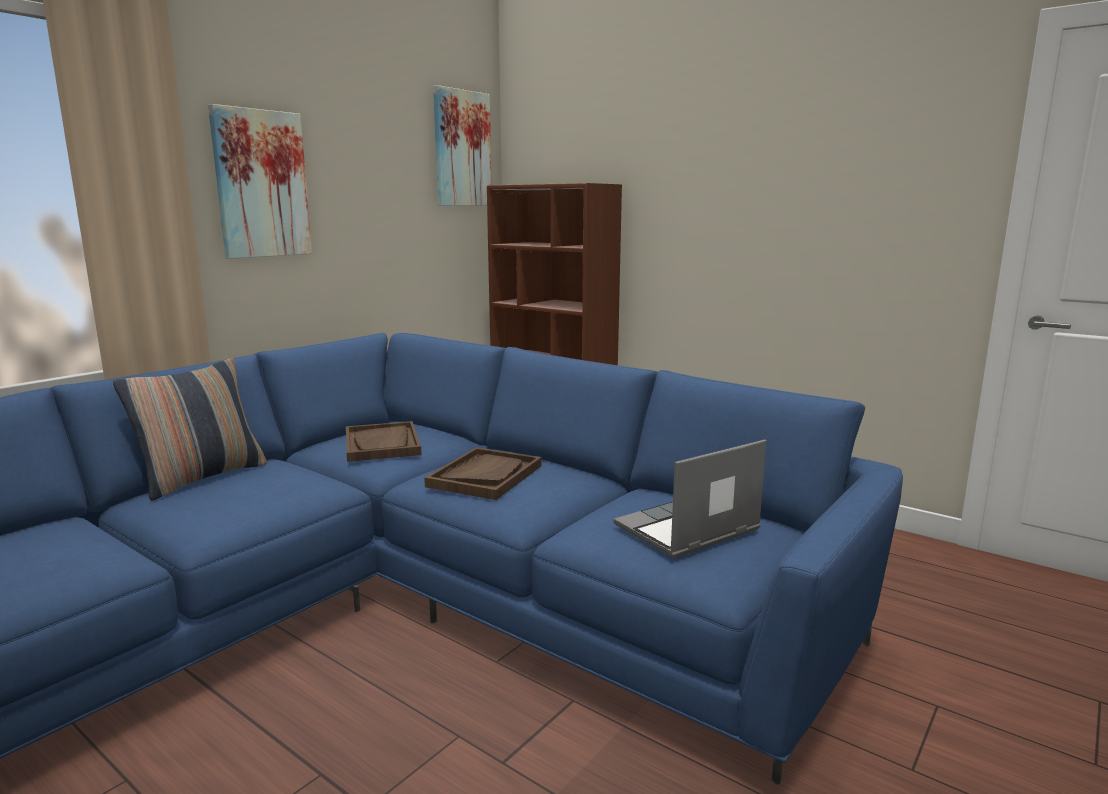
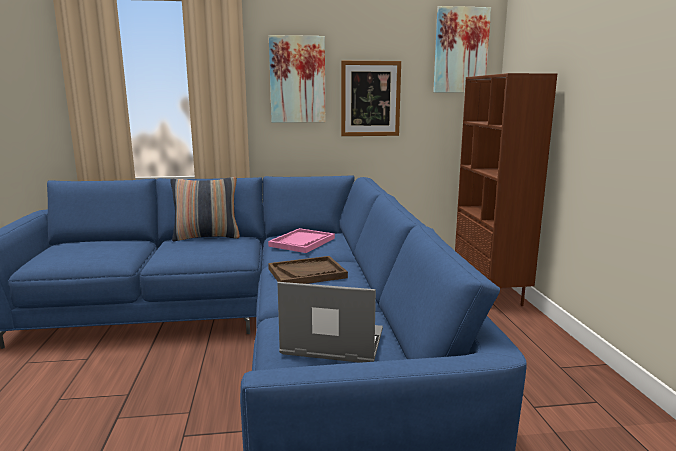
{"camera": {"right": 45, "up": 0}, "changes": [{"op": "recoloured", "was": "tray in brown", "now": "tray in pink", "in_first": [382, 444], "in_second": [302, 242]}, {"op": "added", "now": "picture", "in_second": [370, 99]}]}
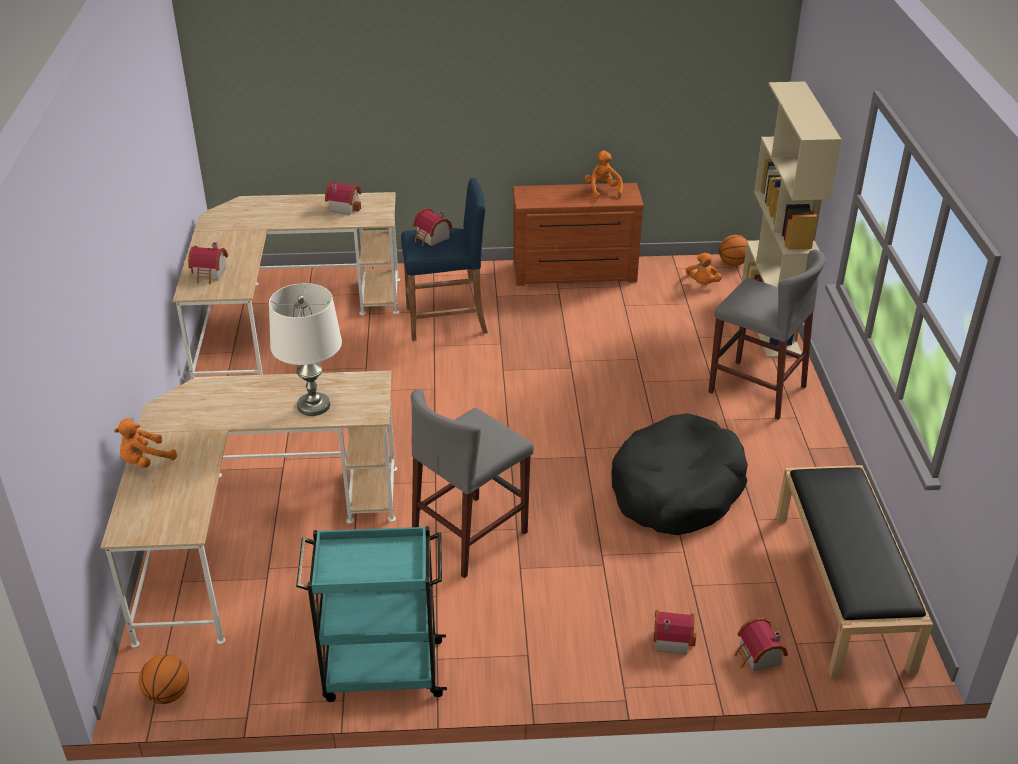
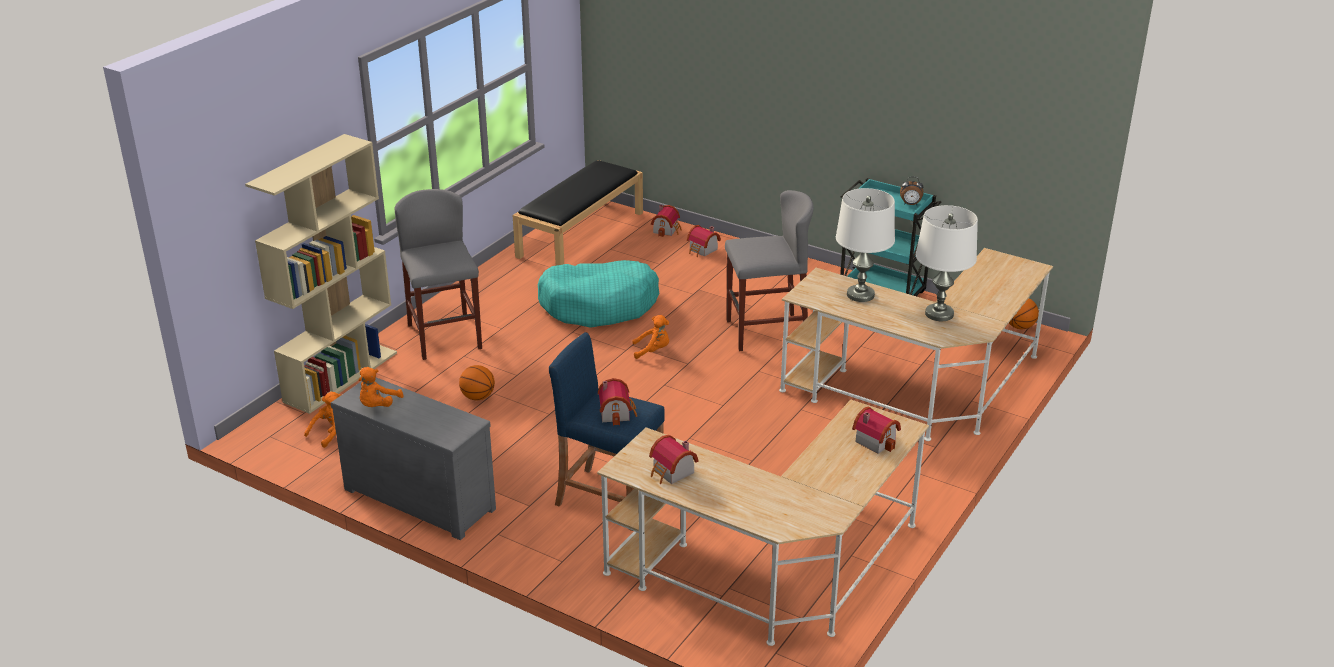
{"camera": {"right": -145, "up": -5}, "changes": [{"op": "recoloured", "was": "dresser in brown", "now": "dresser in grey", "in_first": [575, 273], "in_second": [422, 497]}, {"op": "moved", "was": "basketball", "in_first": [732, 263], "in_second": [478, 397]}, {"op": "recoloured", "was": "dog bed in black", "now": "dog bed in turquoise", "in_first": [676, 490], "in_second": [599, 305]}, {"op": "moved", "was": "plush toy in orange", "in_first": [145, 461], "in_second": [653, 351]}, {"op": "added", "now": "alarm clock", "in_second": [910, 204]}, {"op": "added", "now": "table lamp in white", "in_second": [939, 314]}]}
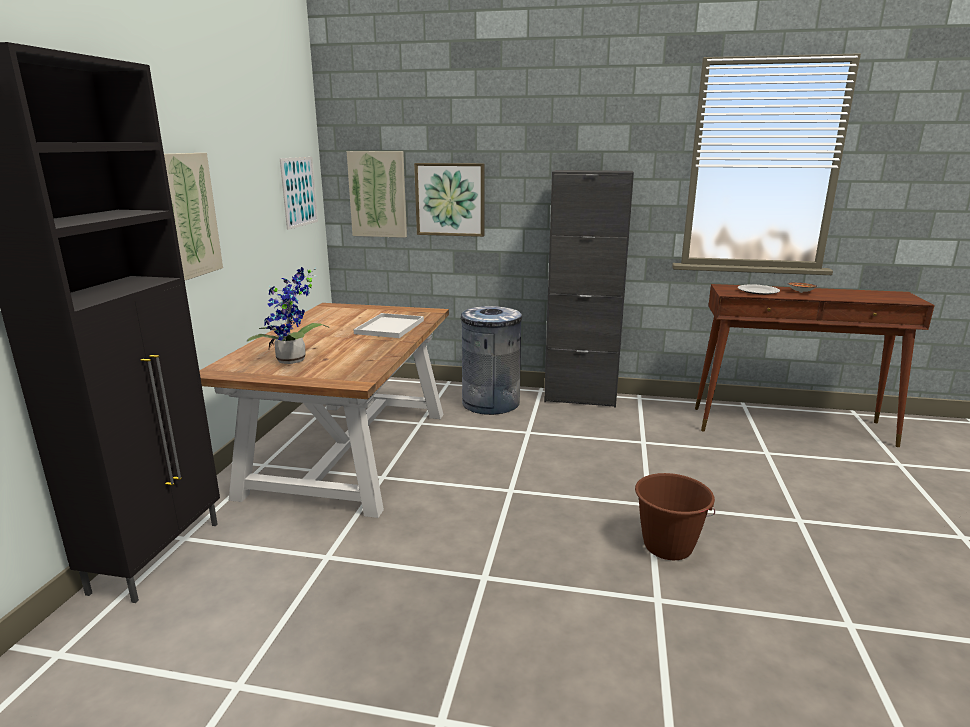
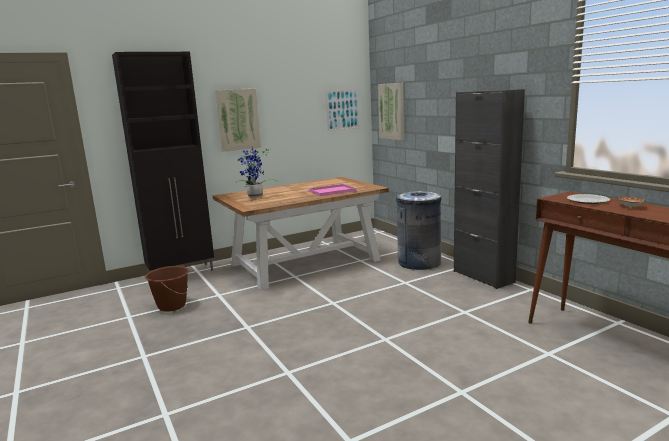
{"camera": {"right": 50, "up": -5}, "changes": [{"op": "removed", "was": "picture", "in_first": [450, 199]}, {"op": "recoloured", "was": "tray in white", "now": "tray in pink", "in_first": [389, 326], "in_second": [332, 191]}, {"op": "moved", "was": "bucket in brown", "in_first": [667, 546], "in_second": [171, 306]}]}
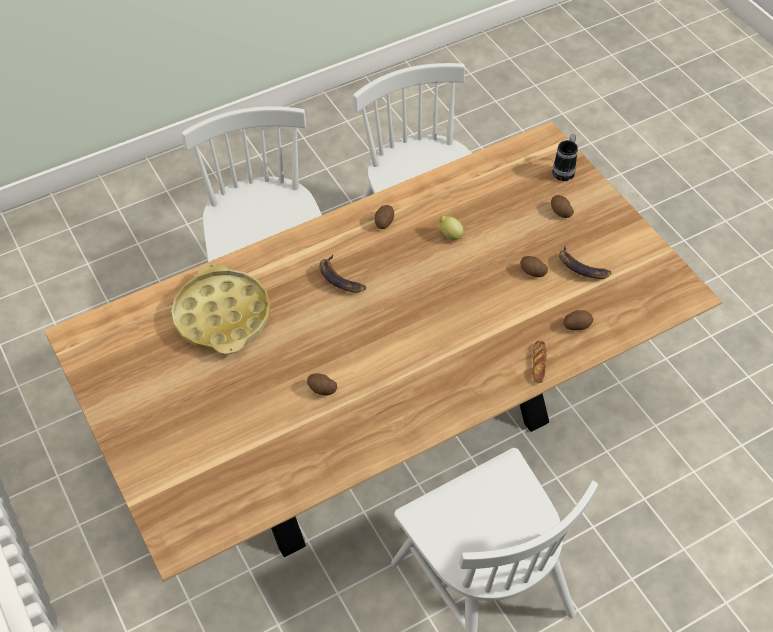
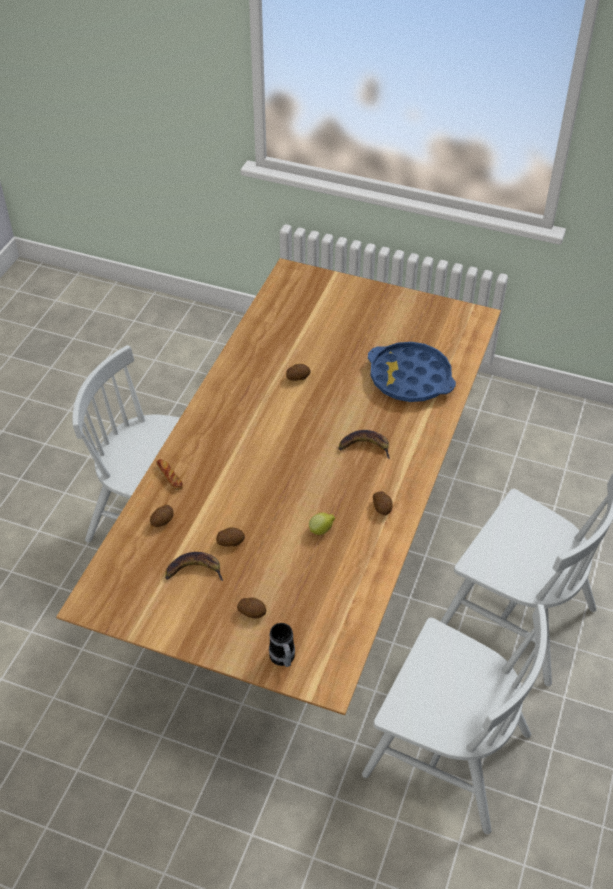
{"camera": {"right": 140, "up": -5}, "changes": [{"op": "recoloured", "was": "tray in yellow", "now": "tray in blue", "in_first": [222, 316], "in_second": [410, 378]}]}
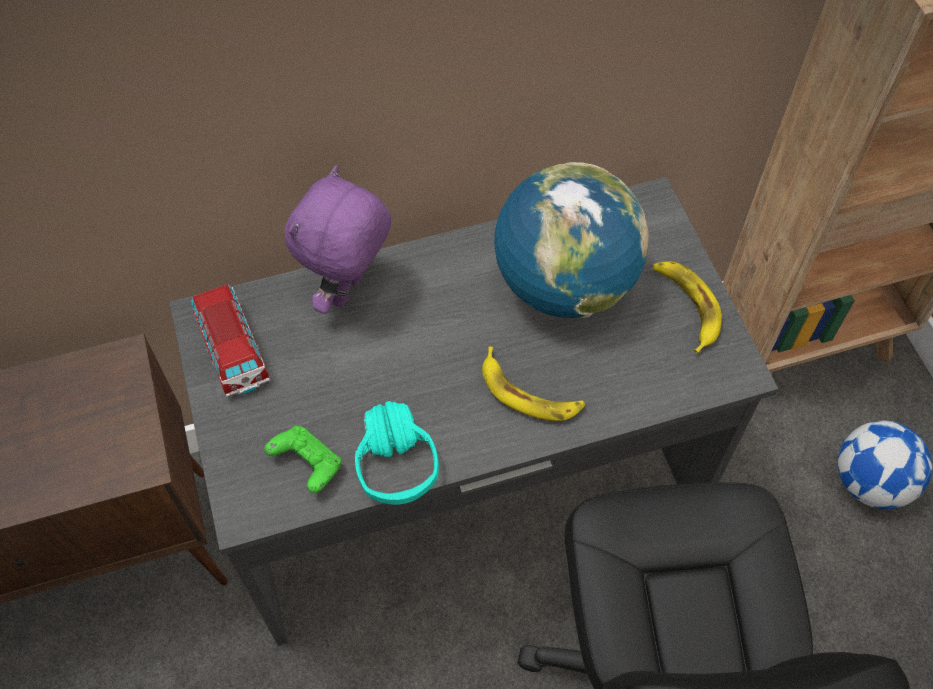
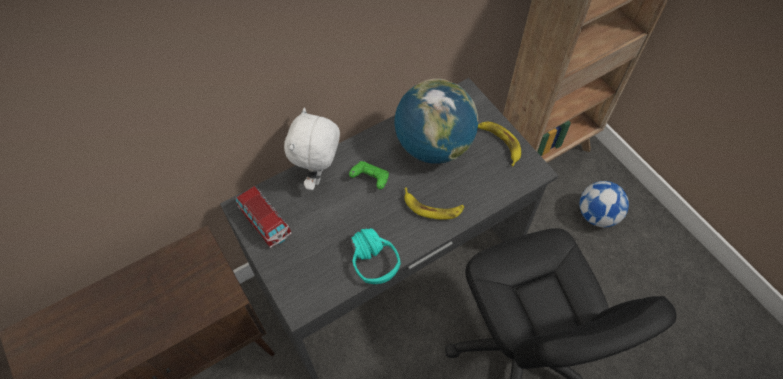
{"camera": {"right": -15, "up": 0}, "changes": [{"op": "recoloured", "was": "plush toy in purple", "now": "plush toy in white", "in_first": [349, 292], "in_second": [319, 175]}, {"op": "moved", "was": "game controller in green", "in_first": [307, 464], "in_second": [370, 179]}]}
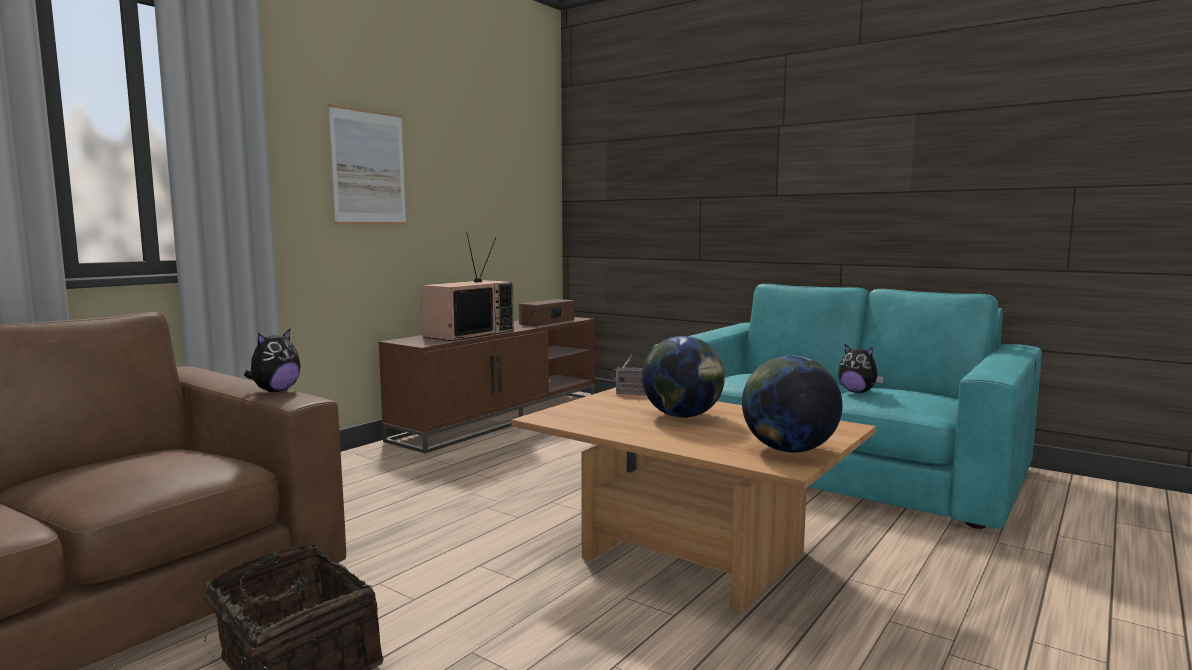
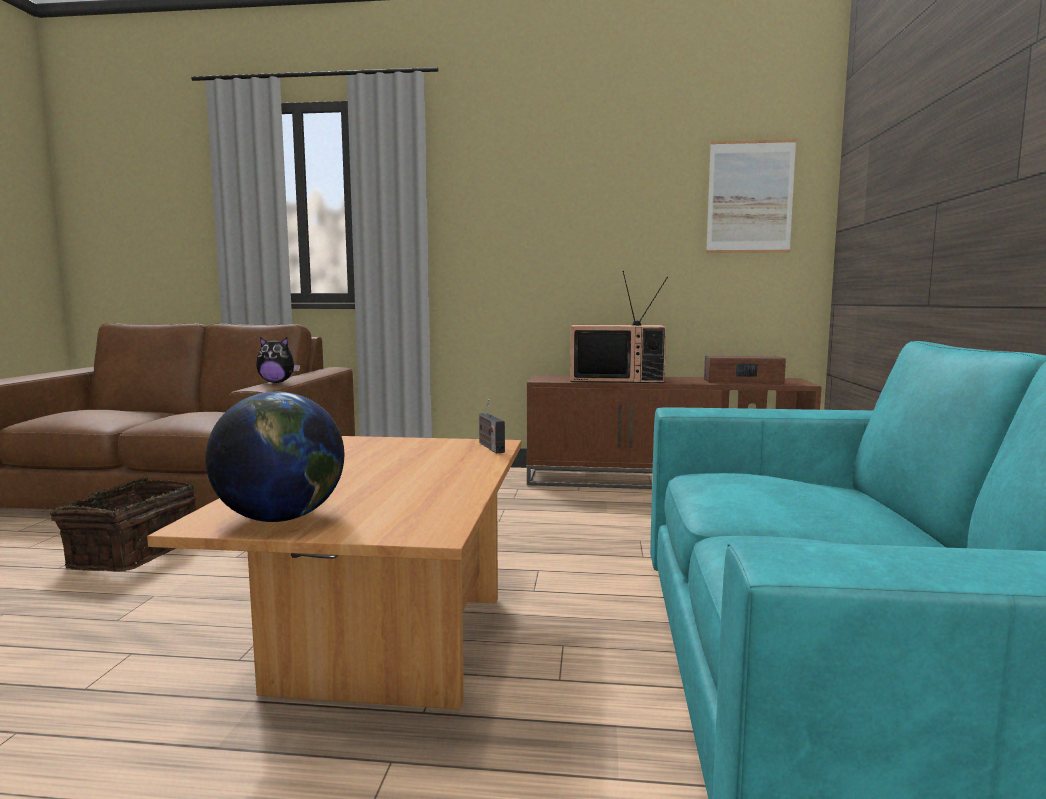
{"camera": {"right": 60, "up": 0}, "changes": [{"op": "moved", "was": "picture", "in_first": [368, 167], "in_second": [750, 197]}, {"op": "removed", "was": "globe", "in_first": [683, 416]}, {"op": "removed", "was": "plush toy", "in_first": [857, 392]}]}
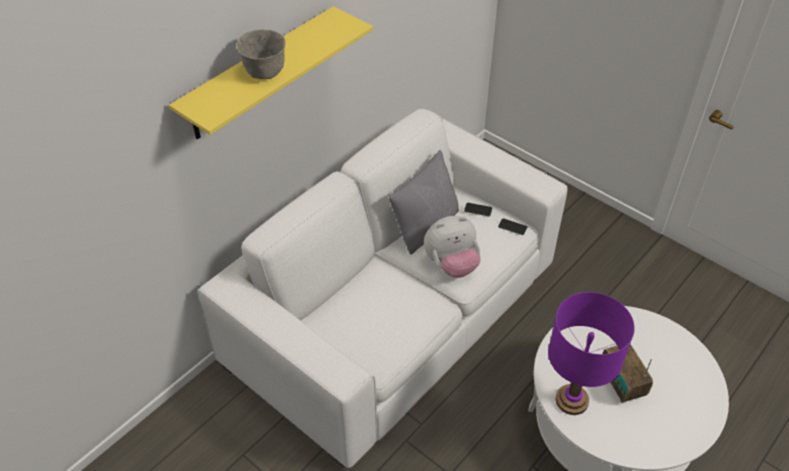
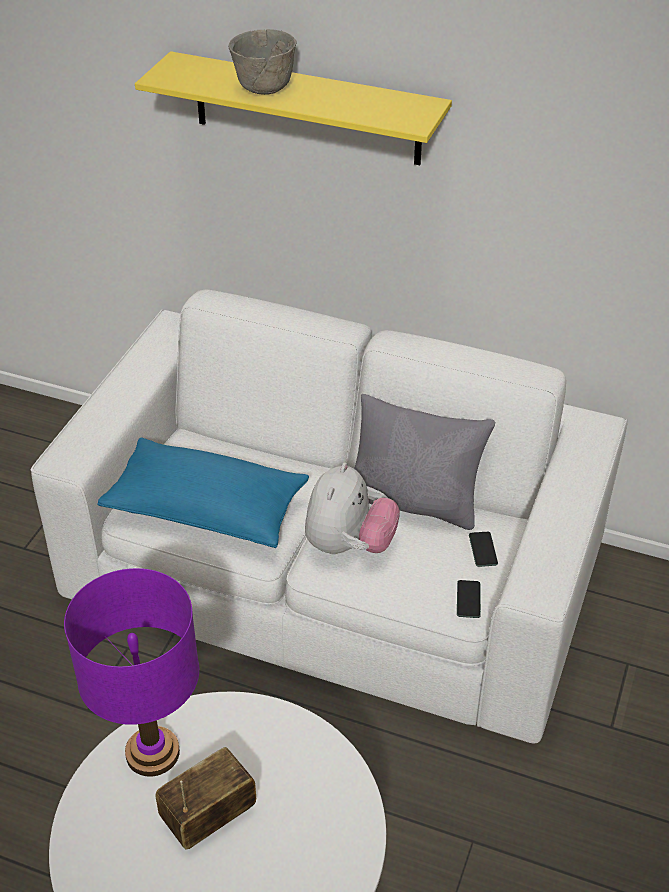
{"camera": {"right": 70, "up": -5}, "changes": [{"op": "turned", "was": "plush toy", "in_first": [451, 265], "in_second": [349, 545], "clockwise": -120}, {"op": "added", "now": "pillow in blue", "in_second": [206, 510]}]}
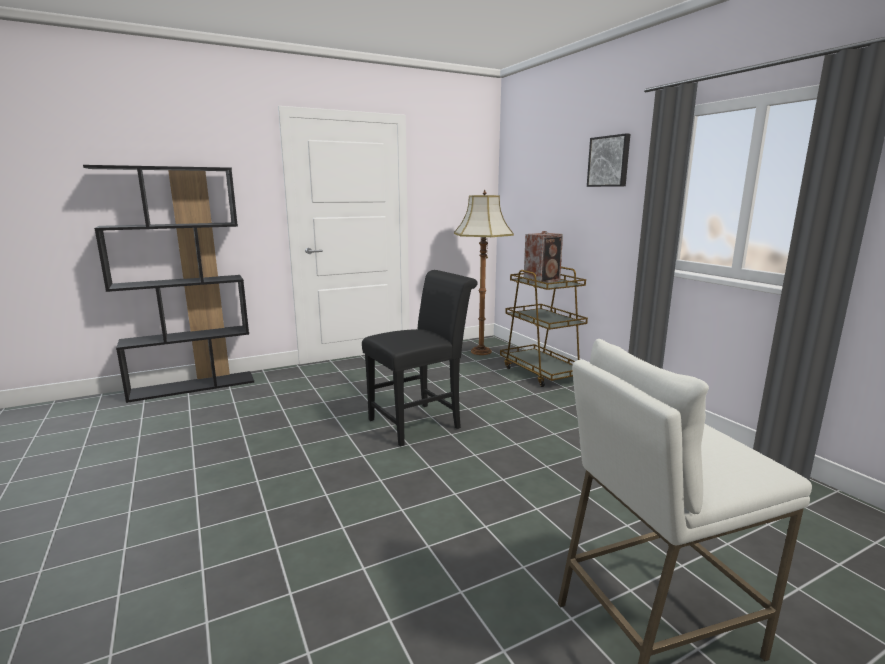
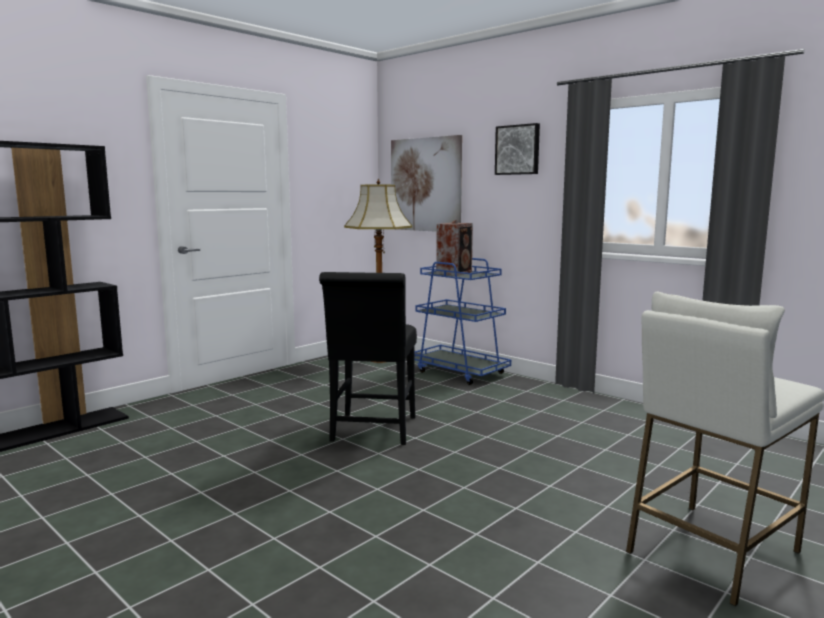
{"camera": {"right": -20, "up": -5}, "changes": [{"op": "recoloured", "was": "cart in brown", "now": "cart in blue", "in_first": [541, 372], "in_second": [459, 372]}, {"op": "turned", "was": "chair in black", "in_first": [420, 422], "in_second": [372, 431], "clockwise": 150}, {"op": "added", "now": "picture", "in_second": [425, 184]}]}
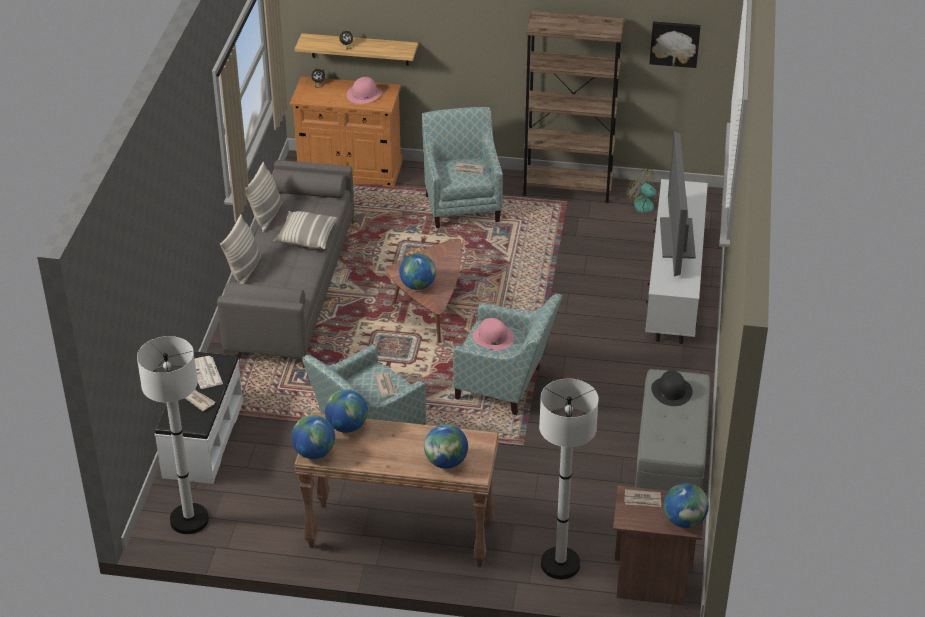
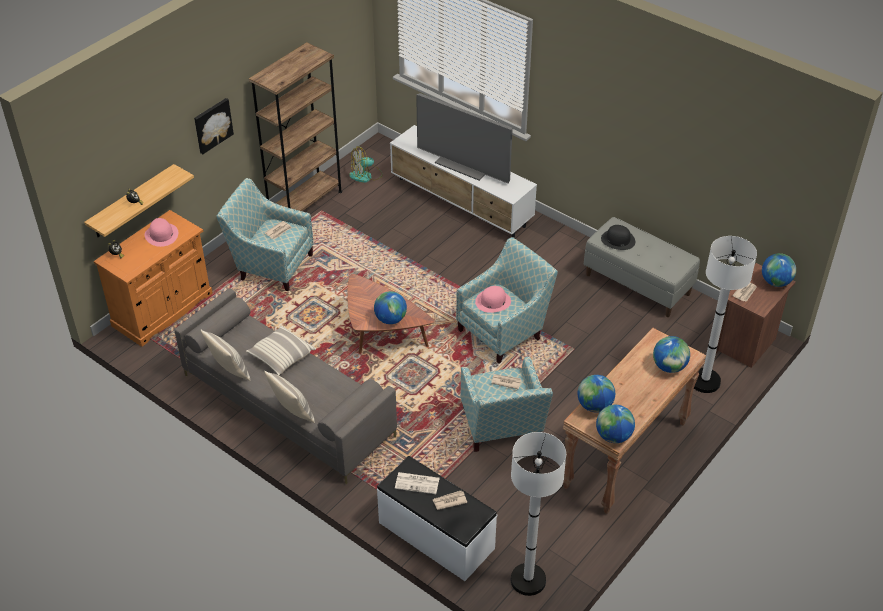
{"camera": {"right": -60, "up": 5}, "changes": [{"op": "moved", "was": "picture", "in_first": [674, 43], "in_second": [212, 125]}]}
